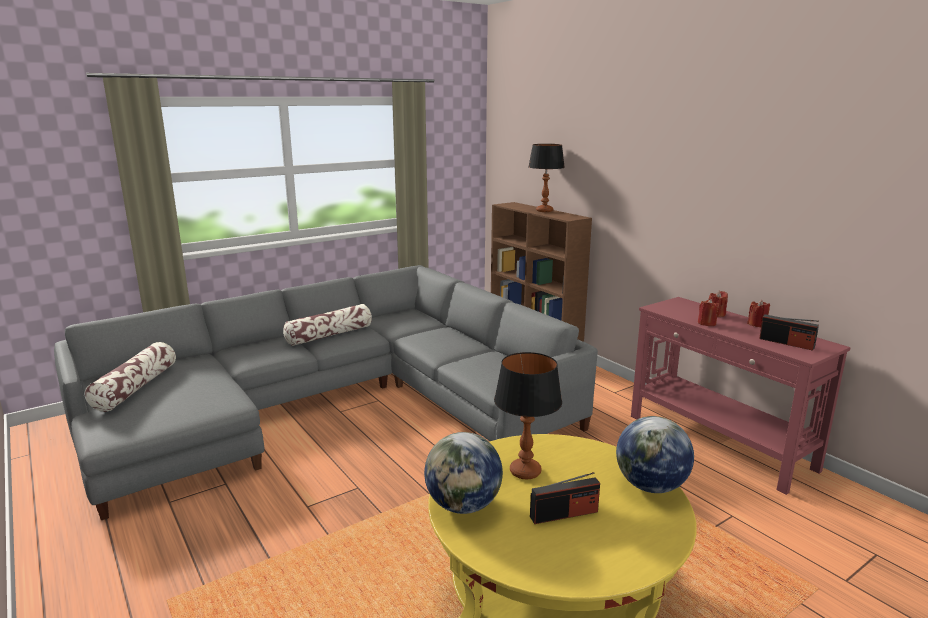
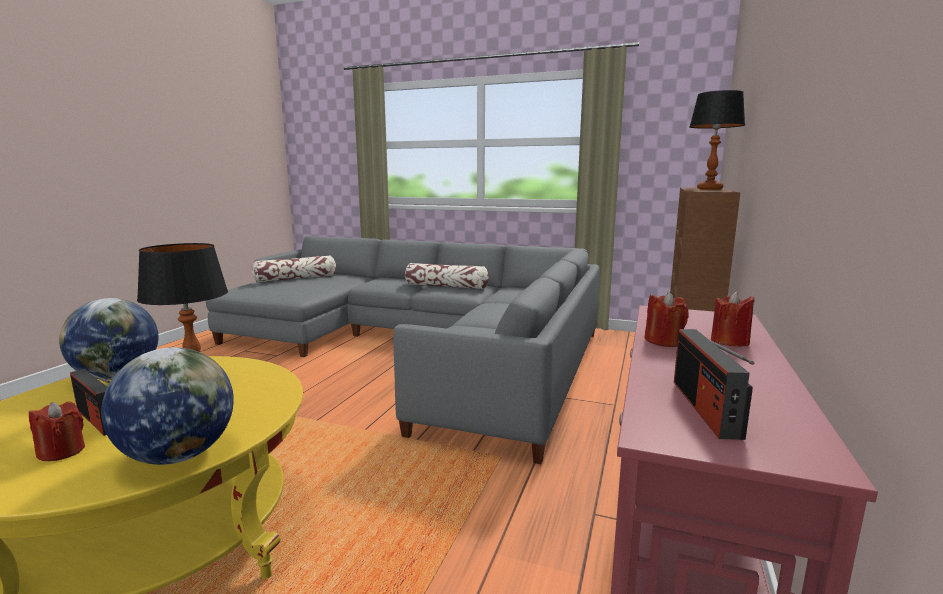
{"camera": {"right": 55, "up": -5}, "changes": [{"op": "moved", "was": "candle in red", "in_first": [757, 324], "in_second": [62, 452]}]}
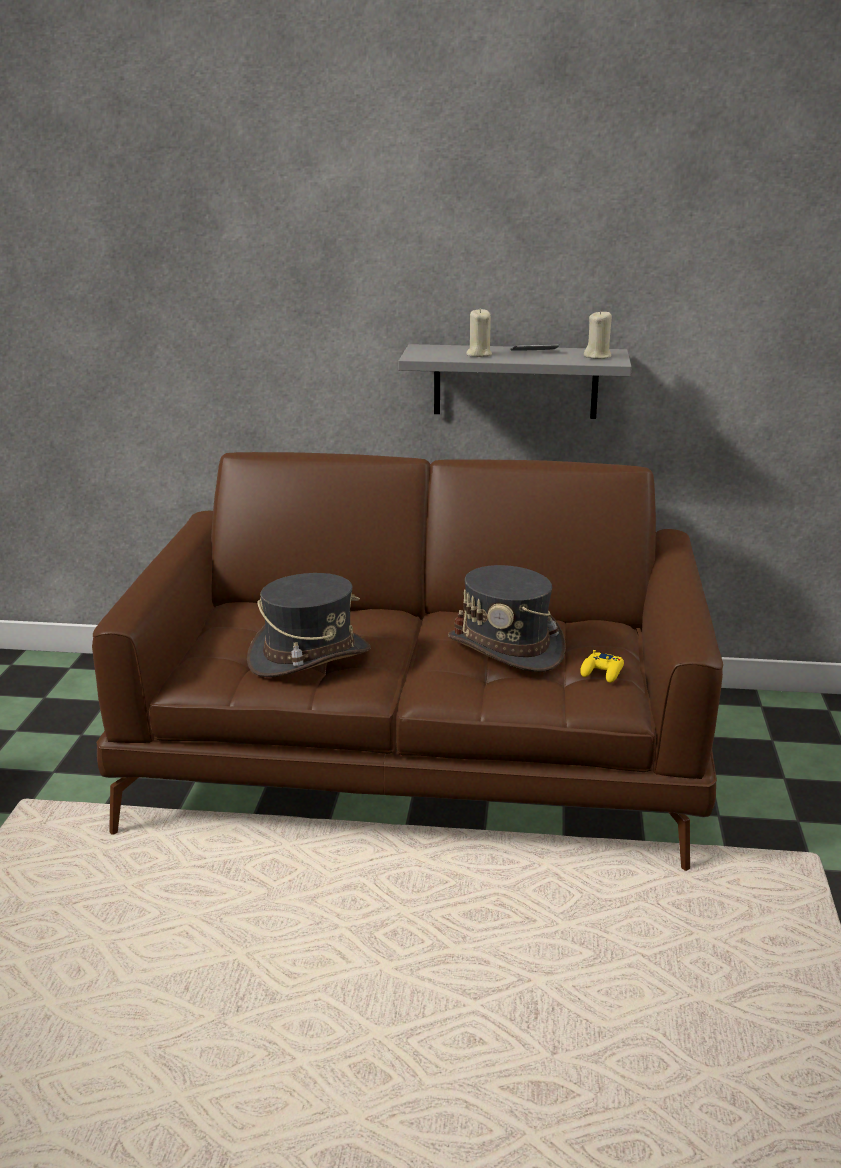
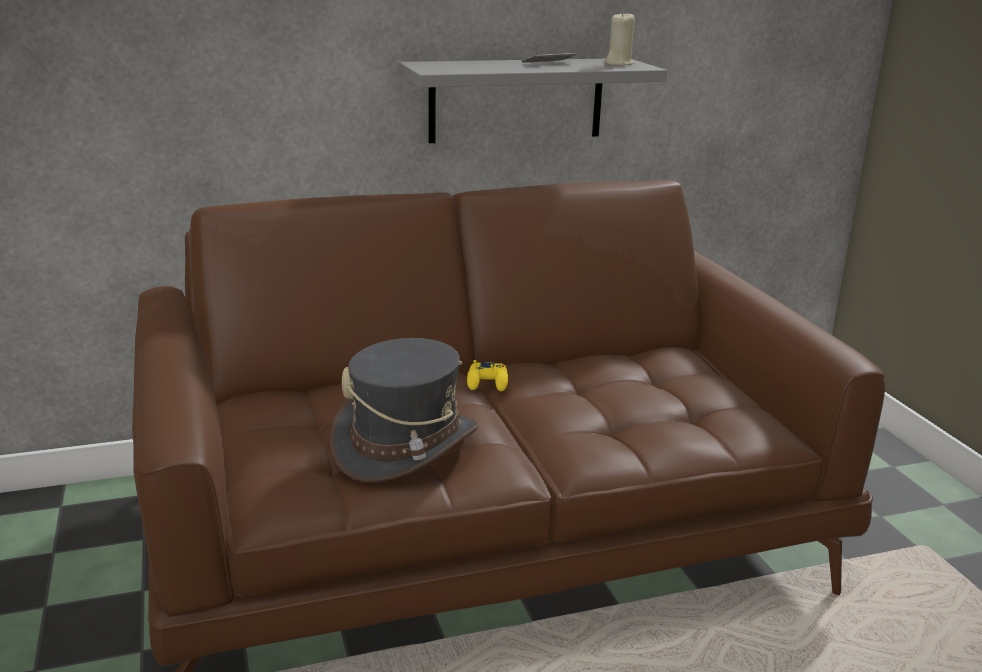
{"camera": {"right": -25, "up": 0}, "changes": [{"op": "removed", "was": "candle in beige", "in_first": [478, 354]}, {"op": "removed", "was": "hat in grey", "in_first": [506, 648]}, {"op": "moved", "was": "game controller in yellow", "in_first": [602, 672], "in_second": [488, 382]}]}
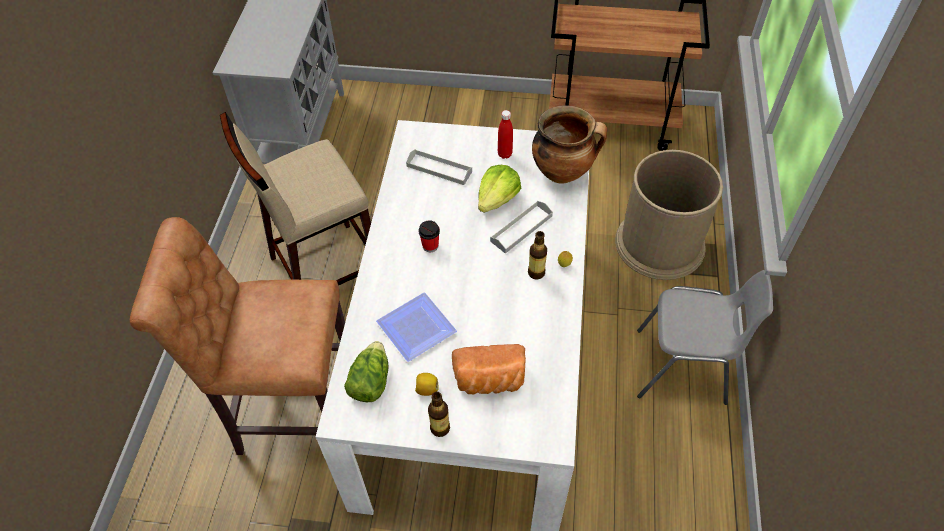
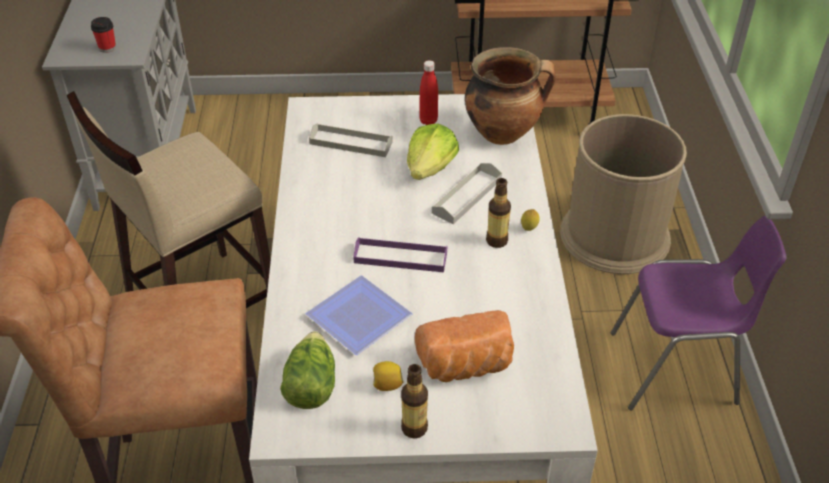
{"camera": {"right": -10, "up": -10}, "changes": [{"op": "moved", "was": "cup", "in_first": [430, 246], "in_second": [107, 48]}, {"op": "recoloured", "was": "chair in grey", "now": "chair in purple", "in_first": [684, 368], "in_second": [677, 369]}, {"op": "added", "now": "tray in purple", "in_second": [400, 257]}]}
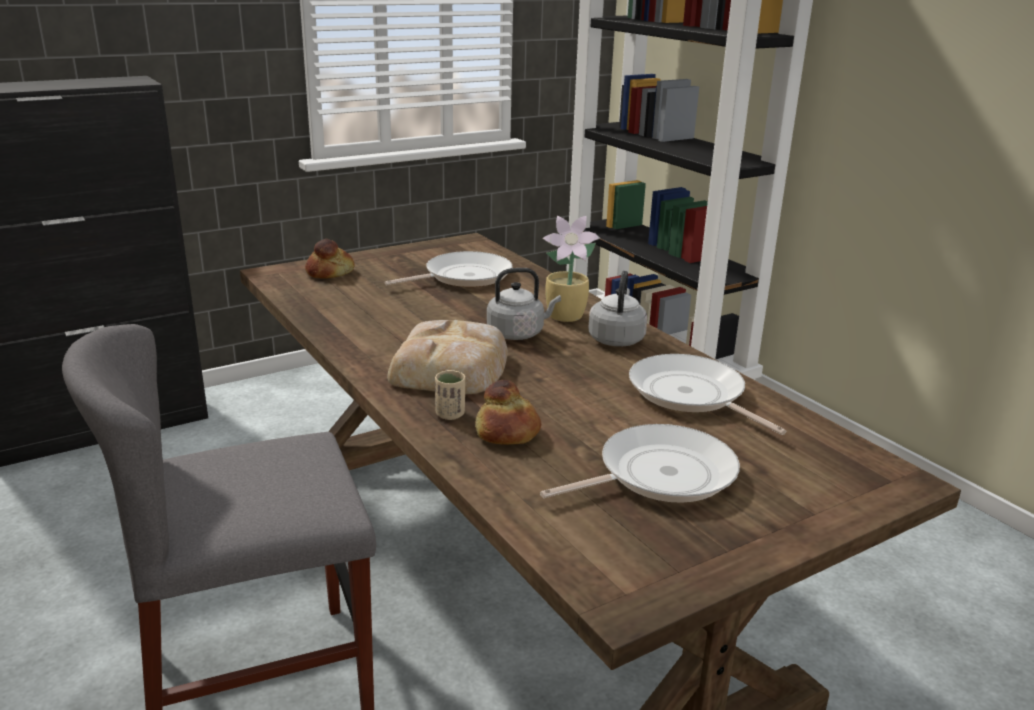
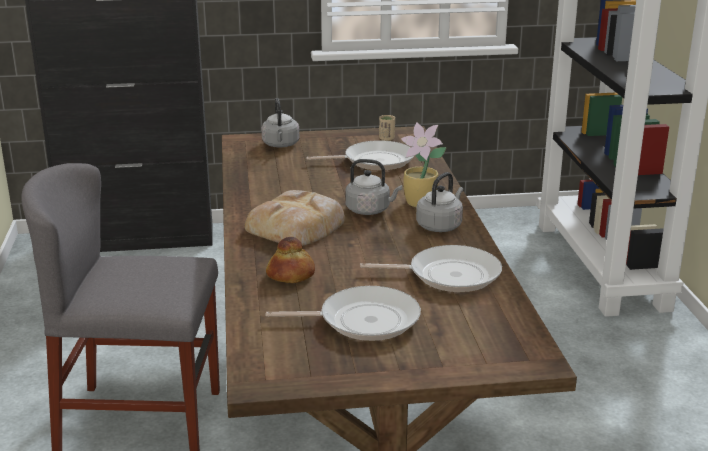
{"camera": {"right": 25, "up": 0}, "changes": [{"op": "replaced", "was": "bread", "now": "kettle in grey", "in_first": [330, 273], "in_second": [281, 145]}, {"op": "turned", "was": "frying pan", "in_first": [690, 395], "in_second": [448, 275], "clockwise": 105}, {"op": "moved", "was": "cup in beige", "in_first": [450, 414], "in_second": [386, 139]}]}
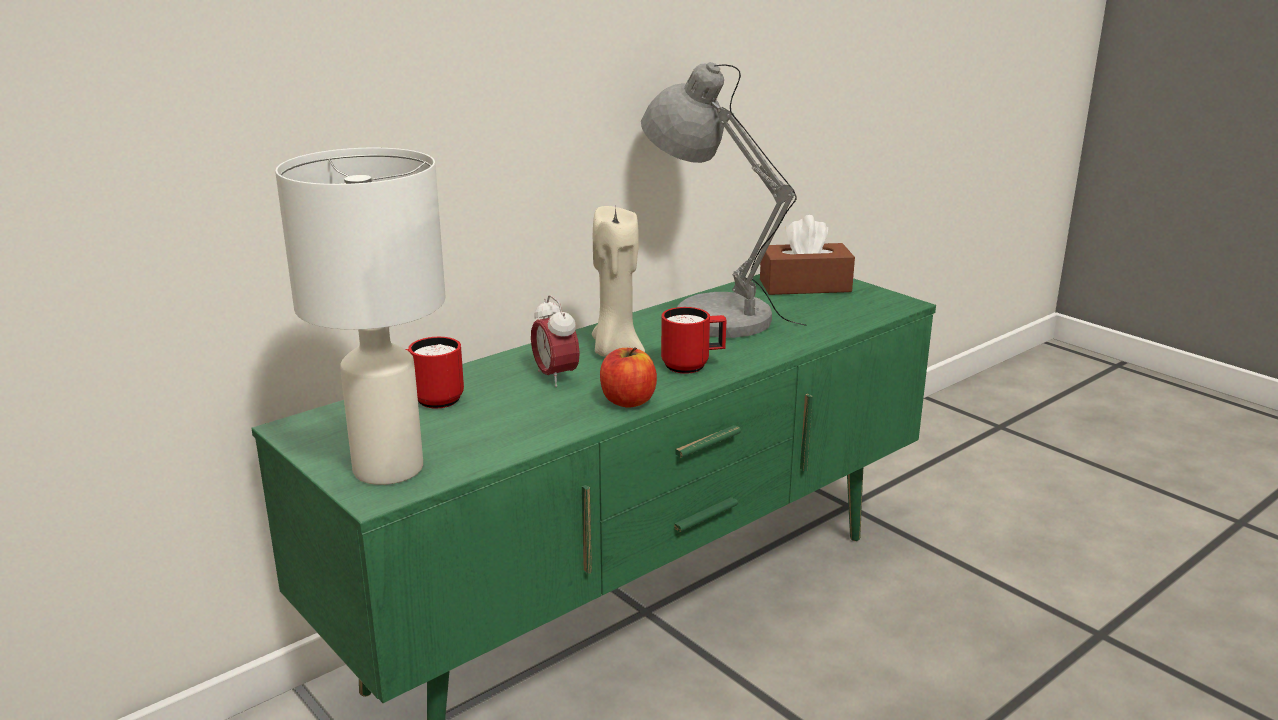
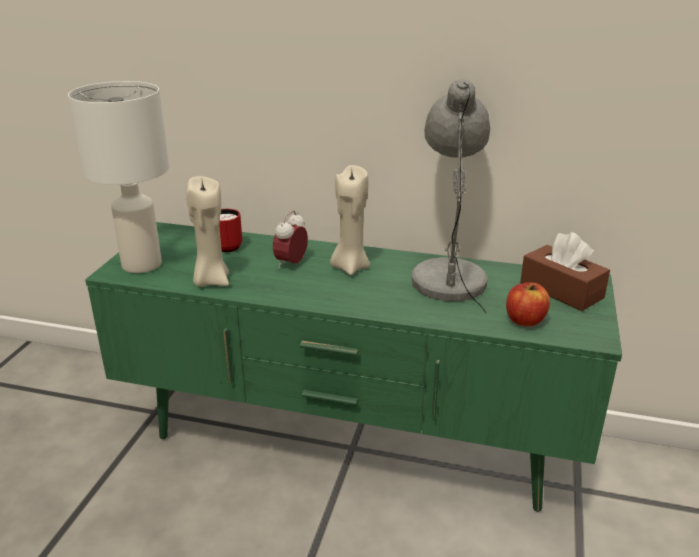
{"camera": {"right": 55, "up": 5}, "changes": [{"op": "removed", "was": "mug in red", "in_first": [693, 365]}, {"op": "moved", "was": "apple", "in_first": [628, 401], "in_second": [525, 320]}, {"op": "added", "now": "candle in beige", "in_second": [211, 281]}]}
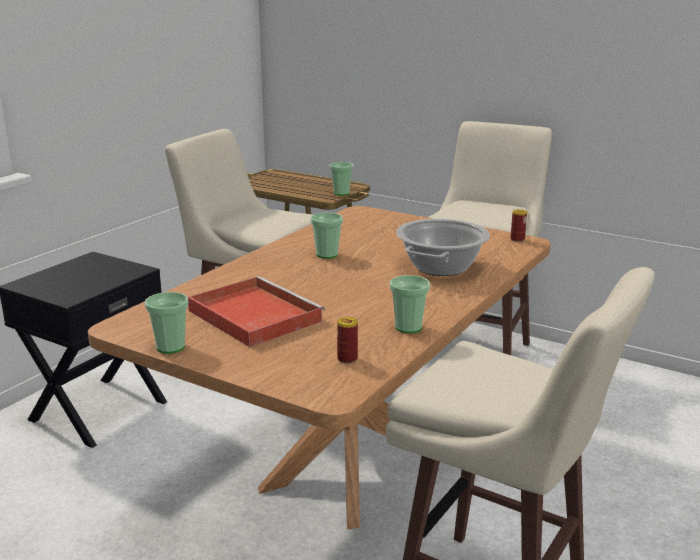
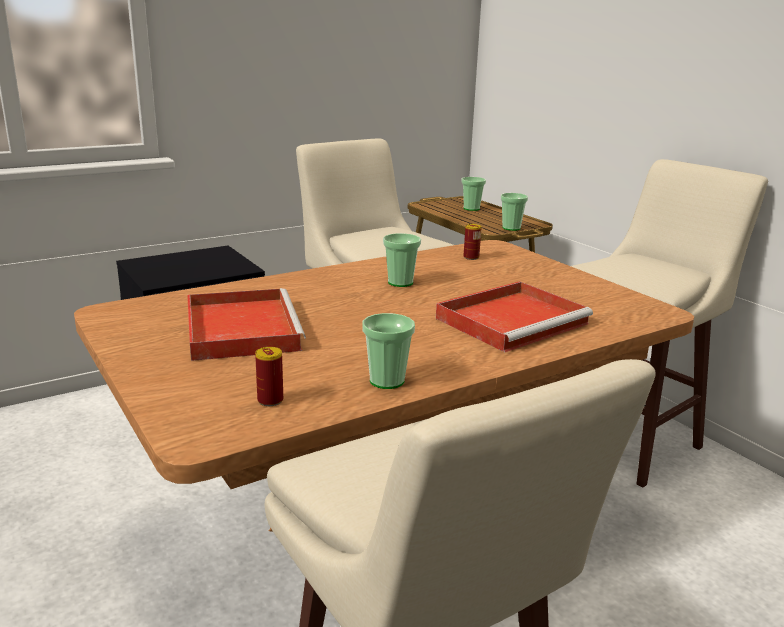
{"camera": {"right": 25, "up": 0}, "changes": [{"op": "moved", "was": "can", "in_first": [517, 239], "in_second": [471, 257]}, {"op": "replaced", "was": "cooking pot", "now": "tray in red", "in_first": [441, 267], "in_second": [513, 320]}, {"op": "moved", "was": "cup", "in_first": [170, 347], "in_second": [471, 208]}]}
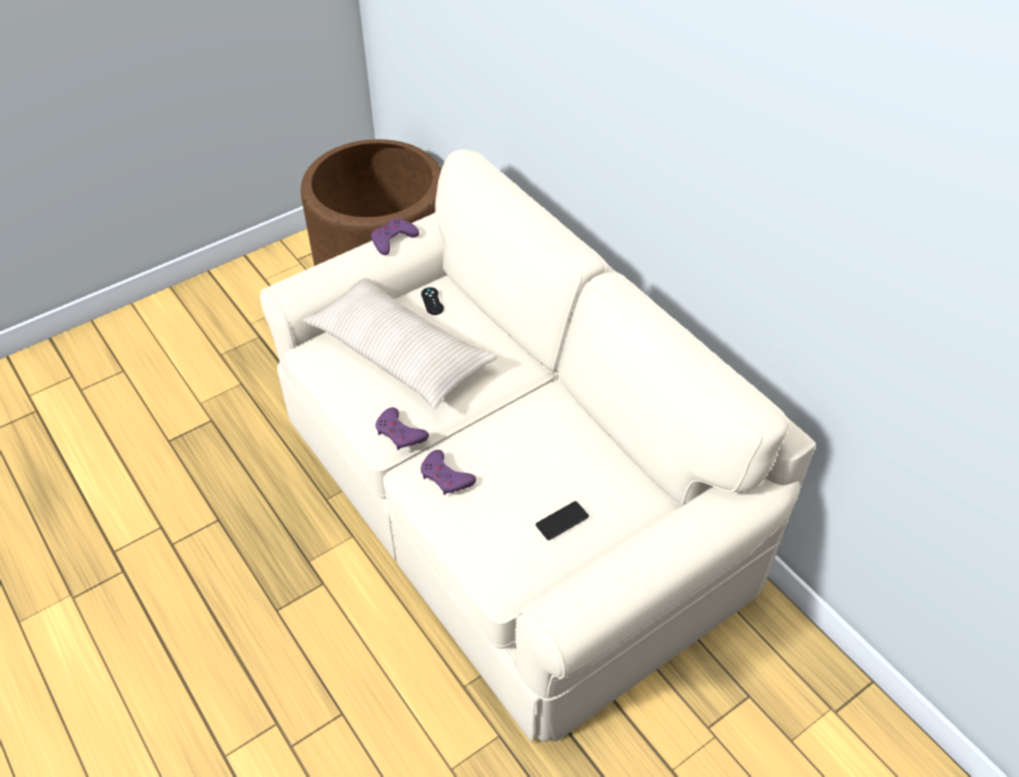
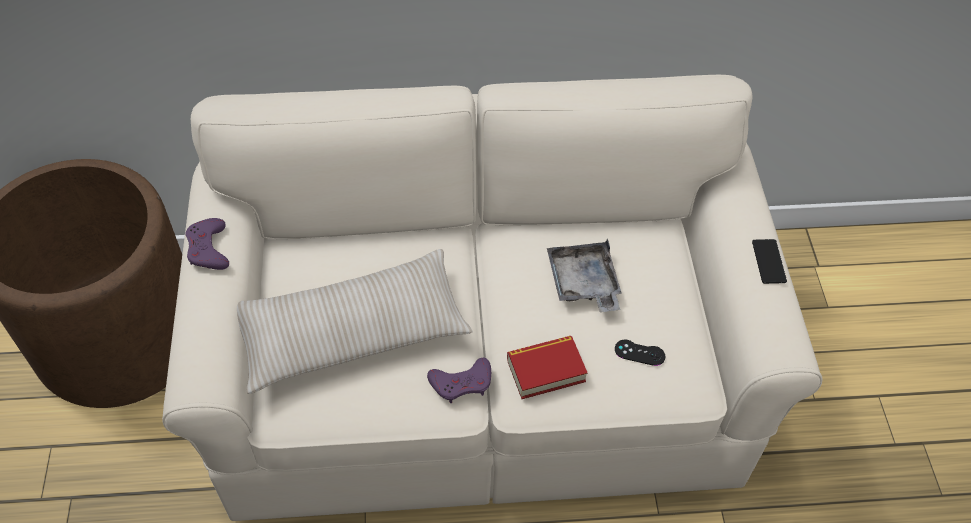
{"camera": {"right": -60, "up": 5}, "changes": [{"op": "moved", "was": "game controller in black", "in_first": [432, 301], "in_second": [639, 353]}, {"op": "replaced", "was": "game controller in purple", "now": "book", "in_first": [446, 477], "in_second": [546, 370]}, {"op": "moved", "was": "phone", "in_first": [562, 521], "in_second": [768, 262]}, {"op": "added", "now": "tray in grey", "in_second": [583, 283]}]}
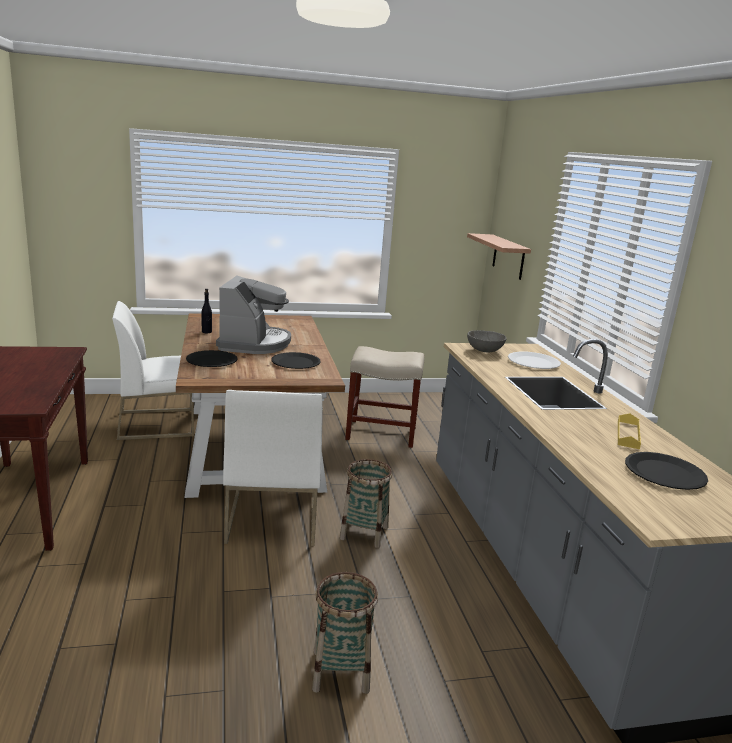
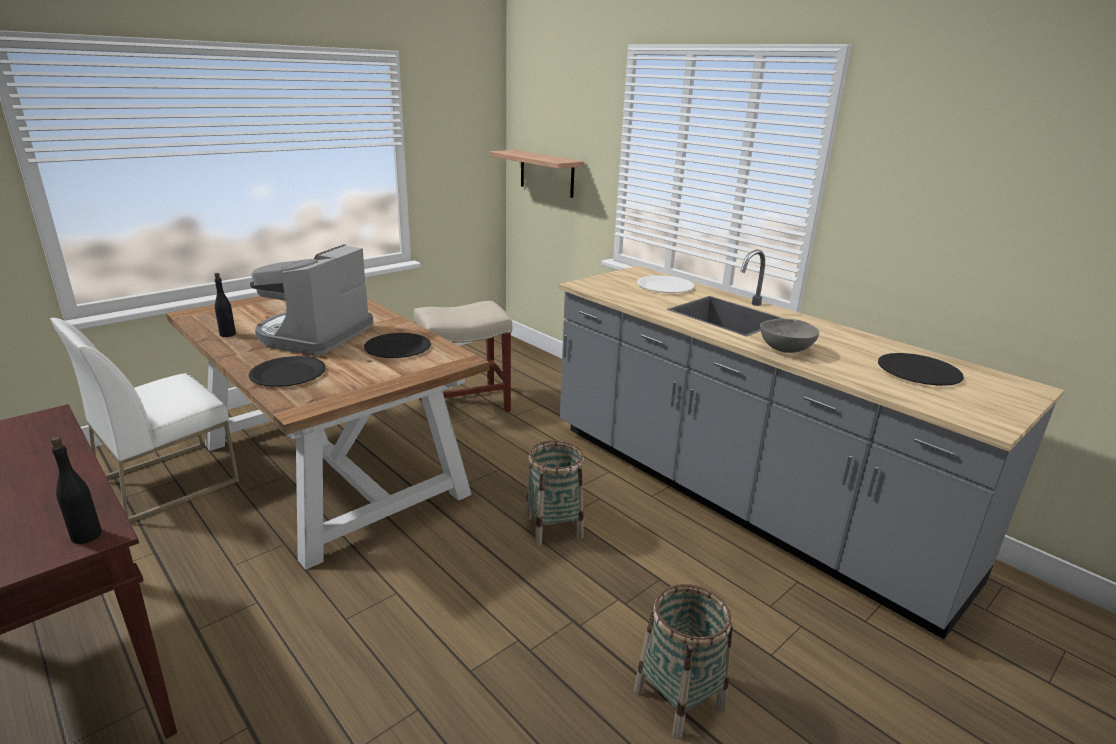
{"camera": {"right": -30, "up": 5}, "changes": [{"op": "turned", "was": "coffee machine", "in_first": [254, 343], "in_second": [314, 335], "clockwise": -135}, {"op": "moved", "was": "bowl in grey", "in_first": [484, 351], "in_second": [785, 350]}, {"op": "removed", "was": "chair in white", "in_first": [272, 518]}, {"op": "removed", "was": "tray in yellow", "in_first": [628, 434]}, {"op": "added", "now": "bottle in black", "in_second": [86, 535]}]}
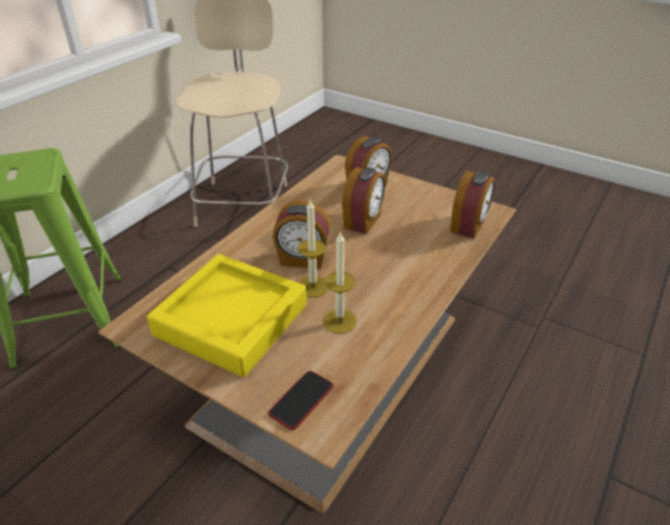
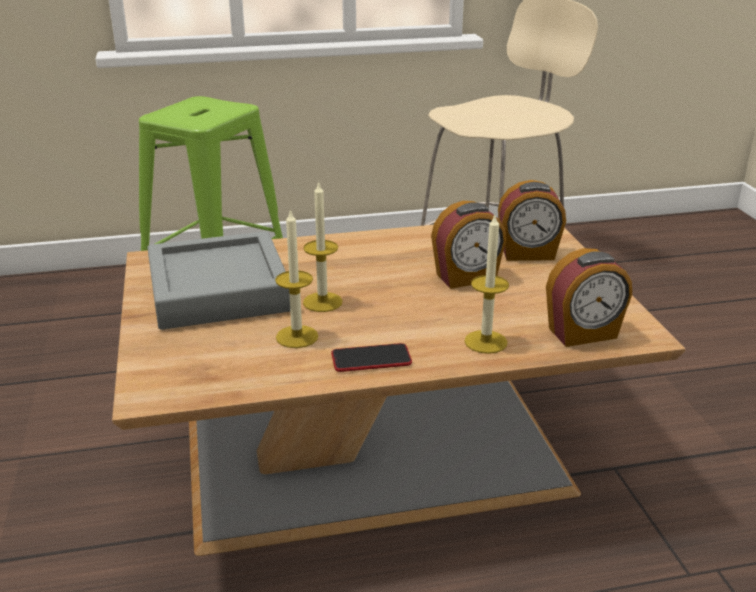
{"camera": {"right": 45, "up": -10}, "changes": [{"op": "removed", "was": "alarm clock", "in_first": [302, 259]}, {"op": "recoloured", "was": "tray in yellow", "now": "tray in grey", "in_first": [231, 320], "in_second": [218, 291]}, {"op": "moved", "was": "phone", "in_first": [301, 400], "in_second": [371, 359]}, {"op": "added", "now": "candle", "in_second": [485, 342]}]}
